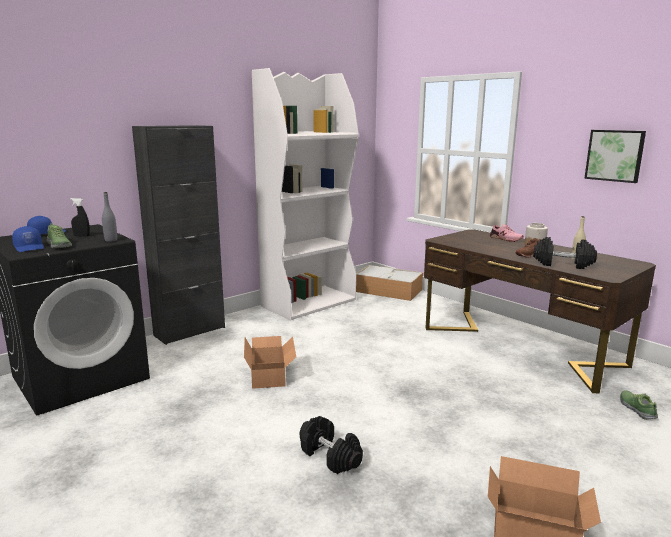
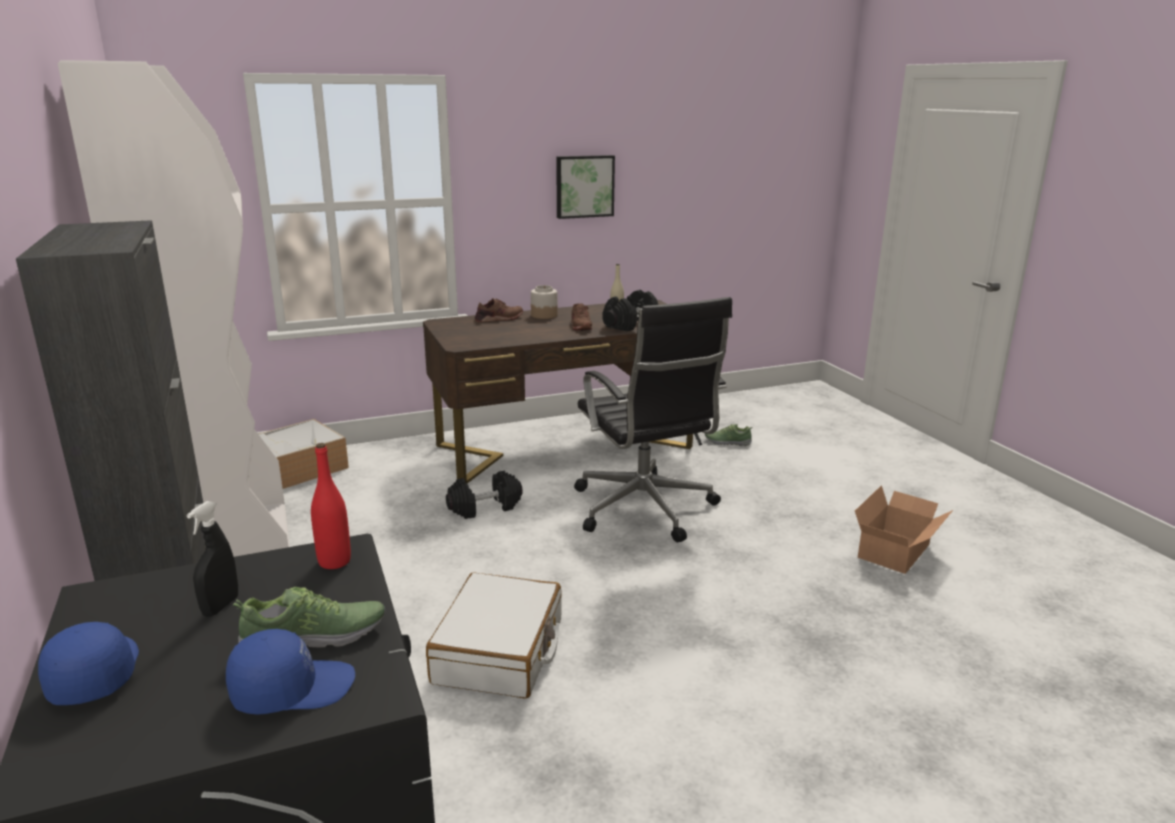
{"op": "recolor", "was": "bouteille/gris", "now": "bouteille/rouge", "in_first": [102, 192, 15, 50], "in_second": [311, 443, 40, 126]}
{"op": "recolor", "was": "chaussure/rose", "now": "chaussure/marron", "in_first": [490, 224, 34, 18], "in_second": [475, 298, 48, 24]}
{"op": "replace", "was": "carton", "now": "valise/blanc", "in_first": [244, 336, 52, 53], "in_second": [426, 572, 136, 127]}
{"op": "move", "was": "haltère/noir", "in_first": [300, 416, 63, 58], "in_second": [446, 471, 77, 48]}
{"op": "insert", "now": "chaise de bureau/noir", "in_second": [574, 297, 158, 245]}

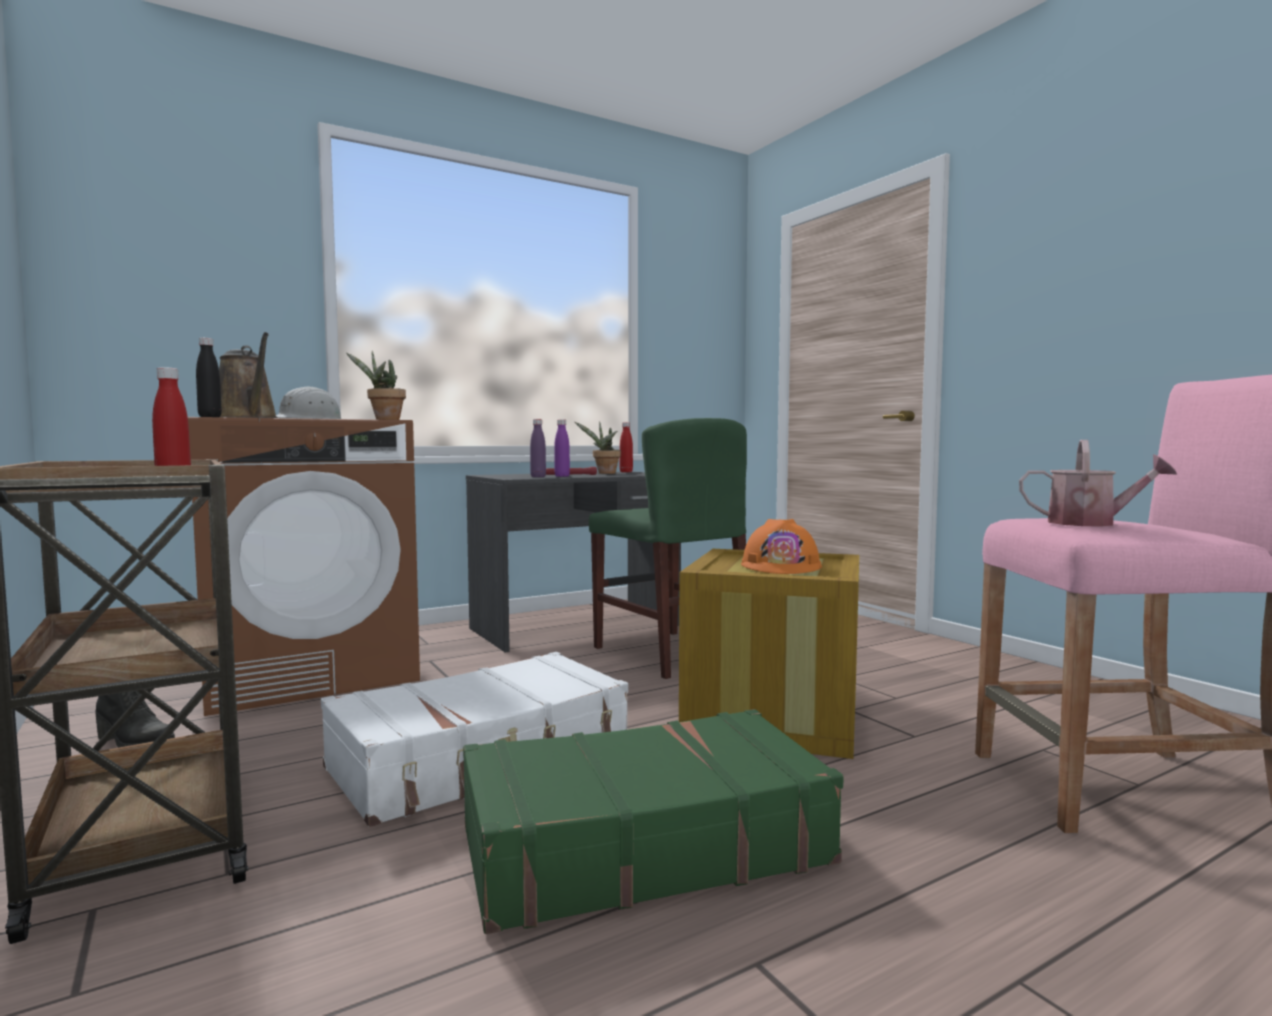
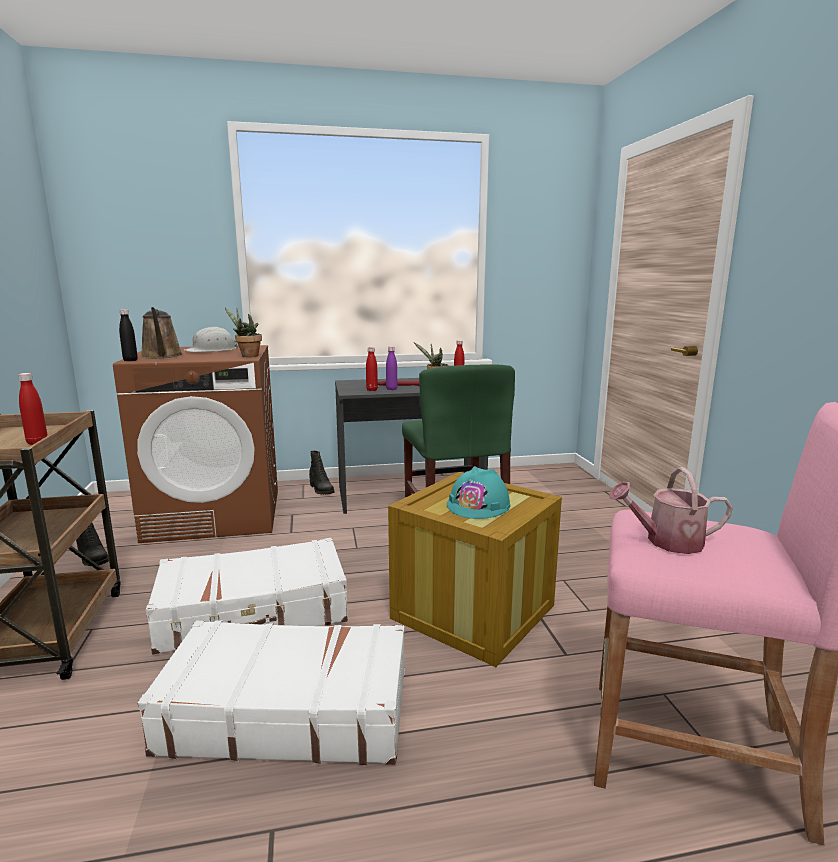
{"op": "recolor", "was": "bouteille/violet", "now": "bouteille/rouge", "in_first": [530, 419, 16, 58], "in_second": [366, 347, 12, 44]}
{"op": "rotate", "was": "arrosoir", "in_first": [1019, 440, 158, 87], "in_second": [609, 467, 124, 87], "clockwise": 135}
{"op": "recolor", "was": "casque de chantier/orange", "now": "casque de chantier/turquoise", "in_first": [741, 519, 81, 55], "in_second": [447, 466, 63, 53]}
{"op": "recolor", "was": "valise/vert", "now": "valise/blanc", "in_first": [463, 709, 381, 225], "in_second": [137, 620, 268, 145]}
{"op": "insert", "now": "botte/noir", "in_second": [309, 451, 25, 44]}

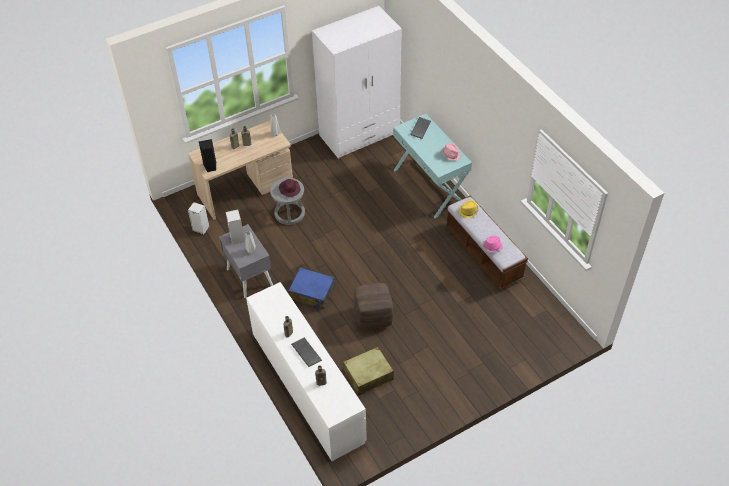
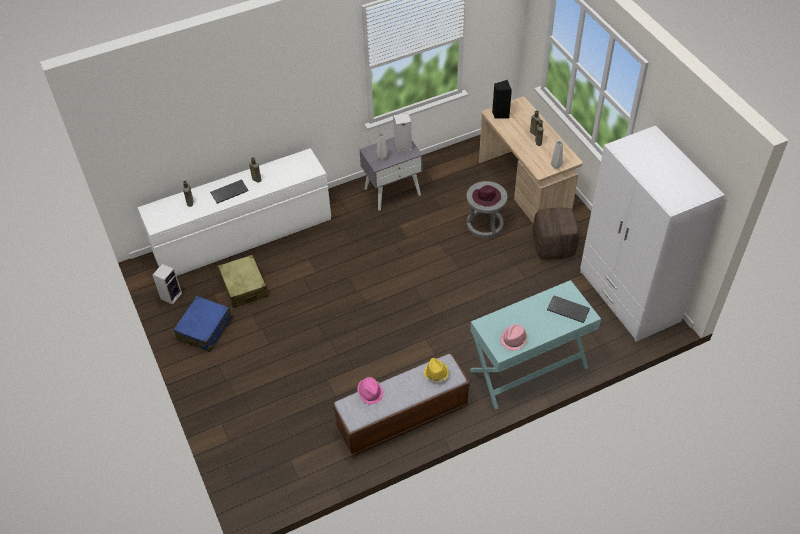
{"op": "move", "was": "enceinte", "in_first": [188, 202, 21, 33], "in_second": [152, 264, 30, 41]}
{"op": "move", "was": "valise/bleu", "in_first": [289, 267, 46, 42], "in_second": [173, 296, 59, 56]}
{"op": "move", "was": "pouf/marron", "in_first": [354, 283, 39, 47], "in_second": [533, 208, 46, 52]}

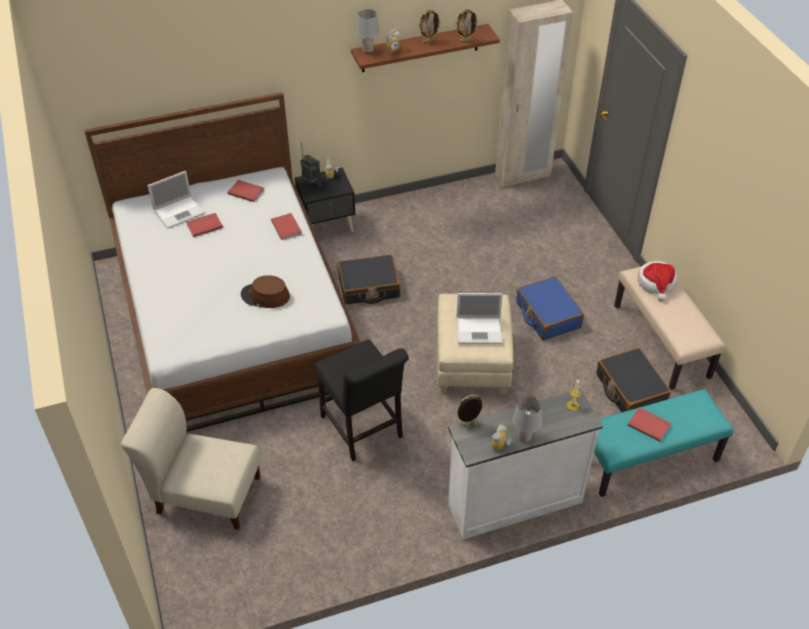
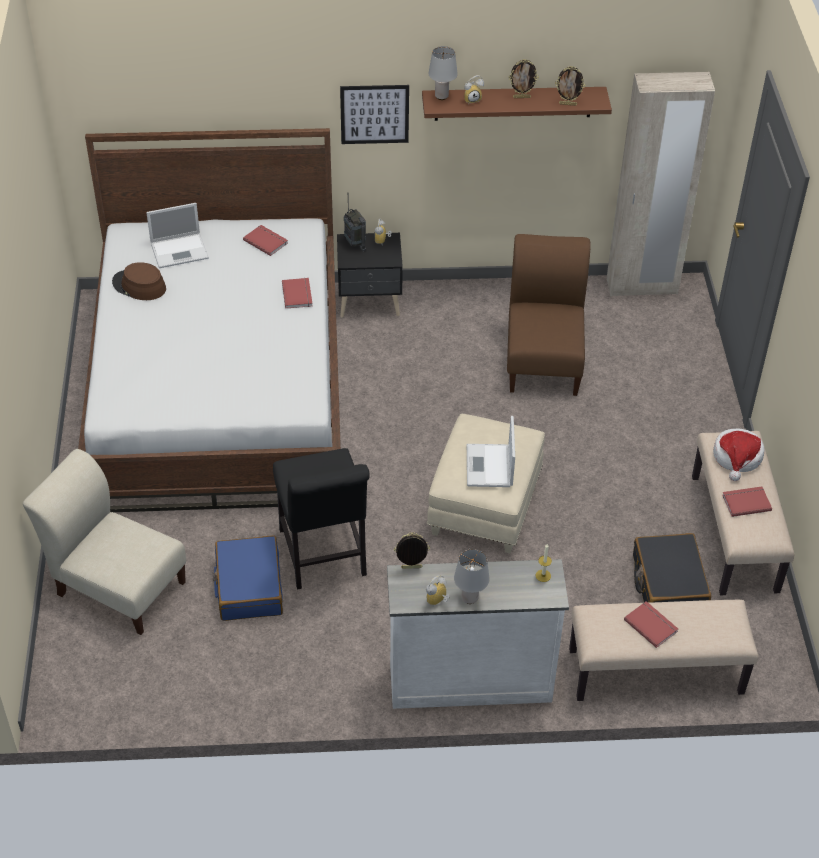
{"op": "move", "was": "livre/rouge", "in_first": [186, 213, 37, 24], "in_second": [722, 486, 50, 31]}
{"op": "delete", "was": "valise/noir", "in_first": [337, 255, 63, 50]}
{"op": "move", "was": "chapeau/marron", "in_first": [241, 275, 49, 33], "in_second": [112, 262, 54, 38]}
{"op": "move", "was": "valise/bleu", "in_first": [516, 276, 68, 64], "in_second": [213, 536, 70, 85]}
{"op": "rotate", "was": "ordinateur portable", "in_first": [457, 293, 46, 51], "in_second": [467, 416, 48, 71], "clockwise": 75}
{"op": "recolor", "was": "banc/turquoise", "now": "banc/beige", "in_first": [594, 389, 140, 108], "in_second": [569, 600, 189, 101]}
{"op": "insert", "now": "tableau", "in_second": [340, 85, 69, 59]}
{"op": "insert", "now": "chaise/marron", "in_second": [507, 234, 84, 162]}

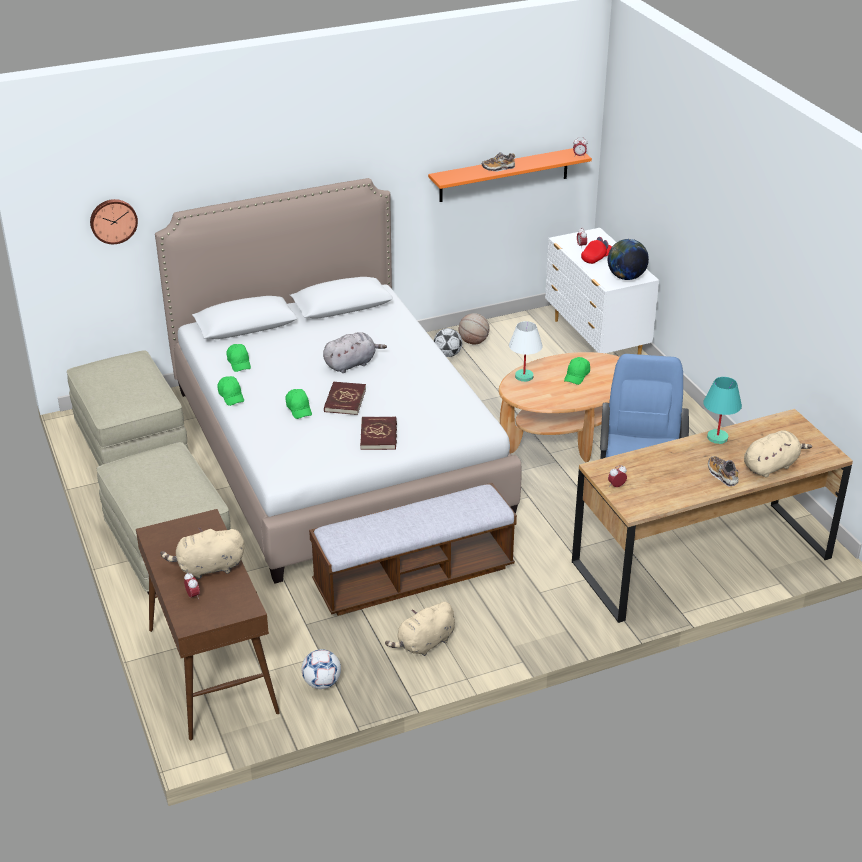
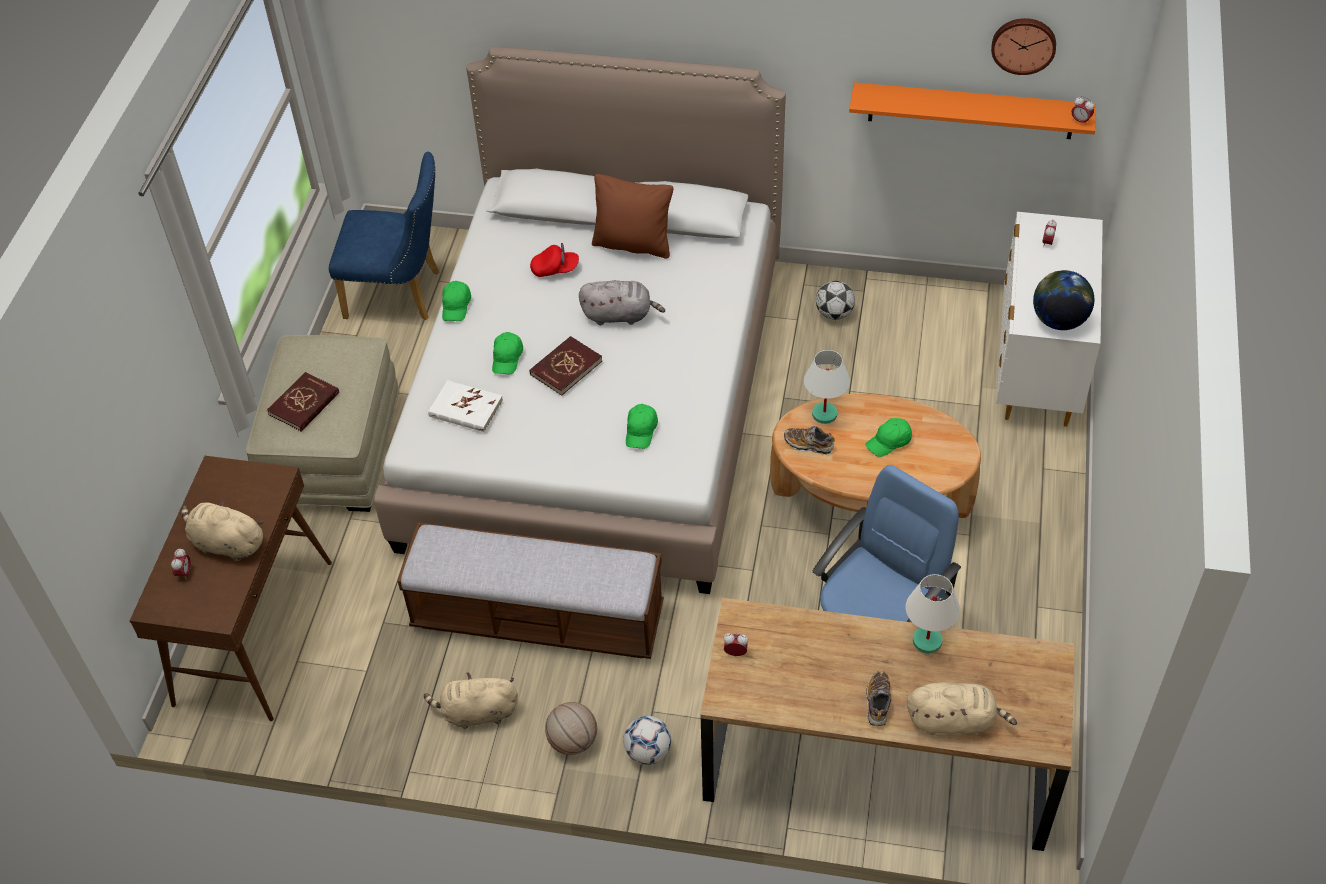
{"op": "move", "was": "chaussure", "in_first": [482, 152, 33, 19], "in_second": [784, 426, 51, 29]}
{"op": "move", "was": "horloge murale", "in_first": [90, 199, 48, 45], "in_second": [991, 18, 65, 57]}
{"op": "move", "was": "casquette/rouge", "in_first": [581, 237, 31, 27], "in_second": [530, 243, 49, 34]}
{"op": "move", "was": "ballon de basket", "in_first": [458, 313, 32, 32], "in_second": [545, 702, 52, 53]}
{"op": "move", "was": "casquette/vert", "in_first": [226, 344, 25, 28], "in_second": [626, 404, 32, 45]}
{"op": "replace", "was": "pouf/beige", "now": "chaise/bleu", "in_first": [67, 350, 121, 116], "in_second": [329, 152, 111, 168]}
{"op": "recolor", "was": "lampe de table/turquoise", "now": "lampe de table/blanc", "in_first": [703, 377, 39, 67], "in_second": [906, 574, 54, 79]}
{"op": "move", "was": "livre/rouge", "in_first": [360, 416, 37, 34], "in_second": [267, 372, 72, 59]}
{"op": "move", "was": "ballon de foot", "in_first": [301, 649, 40, 40], "in_second": [623, 716, 49, 49]}
{"op": "insert", "now": "coussin/marron", "in_second": [592, 174, 81, 85]}
{"op": "insert", "now": "livre/blanc", "in_second": [428, 380, 75, 52]}

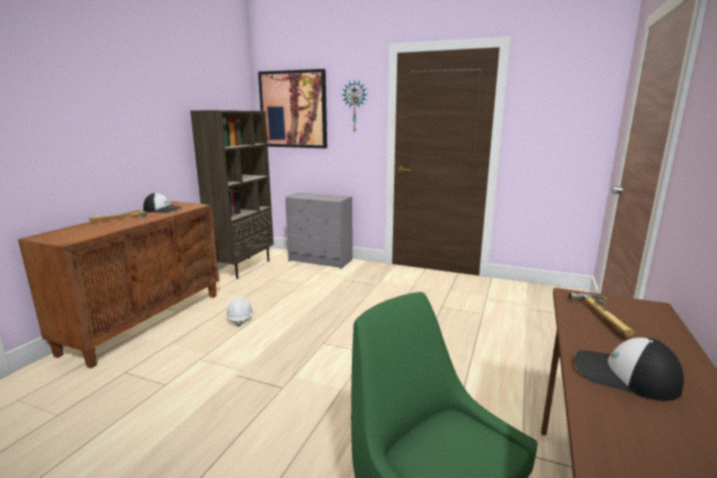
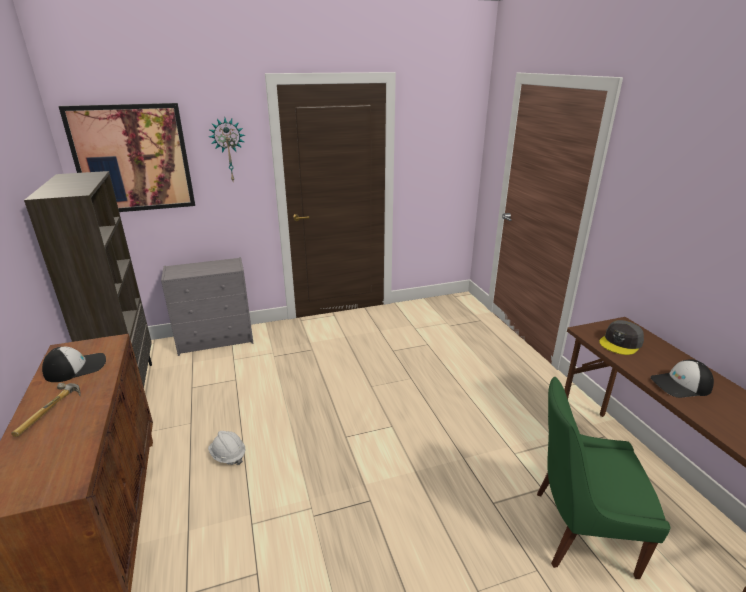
{"op": "replace", "was": "marteau", "now": "casquette/gris", "in_first": [568, 292, 66, 44], "in_second": [599, 320, 45, 35]}

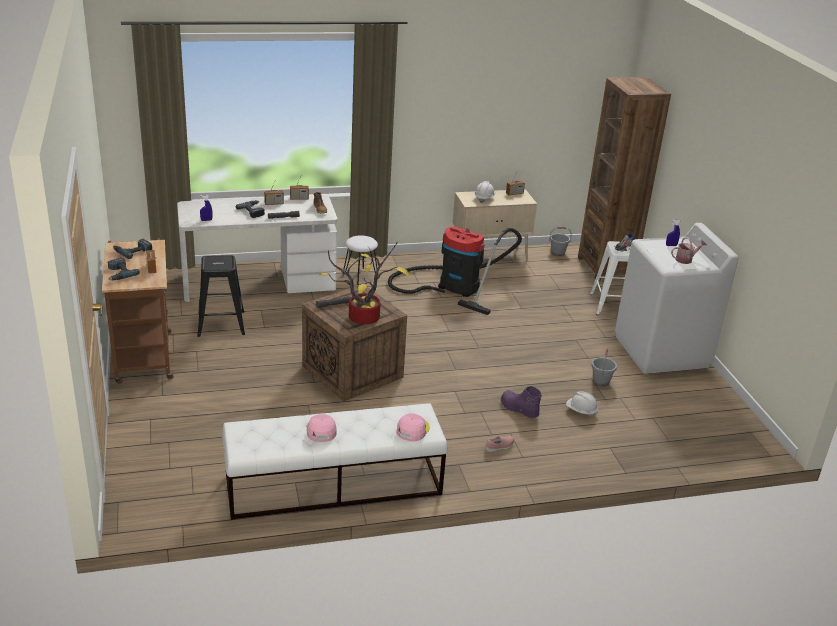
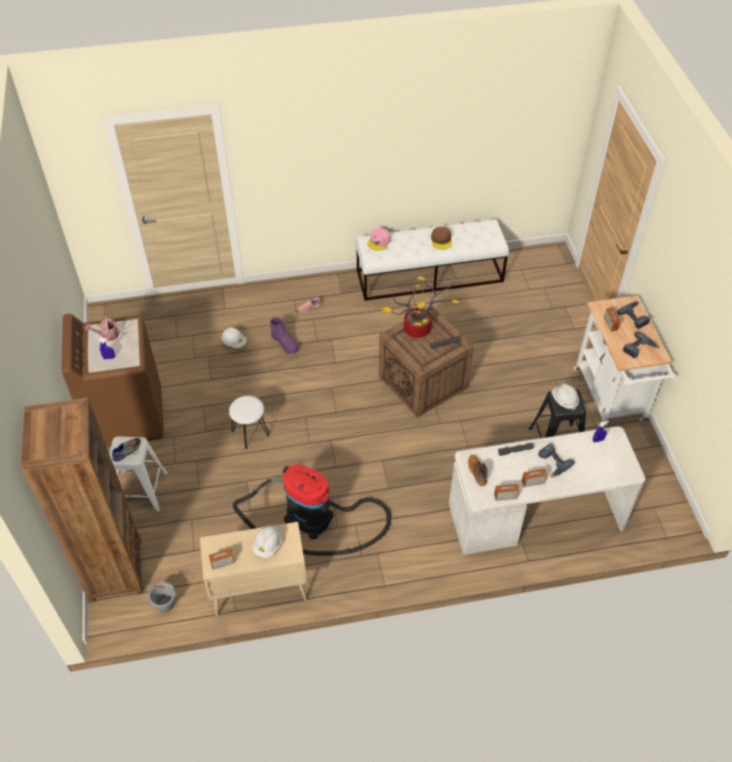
{"op": "recolor", "was": "lave-linge/blanc", "now": "lave-linge/marron", "in_first": [615, 223, 123, 151], "in_second": [61, 314, 103, 133]}
{"op": "move", "was": "tabouret/blanc", "in_first": [343, 235, 35, 50], "in_second": [229, 396, 40, 53]}
{"op": "recolor", "was": "chariot/marron", "now": "chariot/blanc", "in_first": [102, 238, 72, 146], "in_second": [573, 295, 103, 132]}
{"op": "delete", "was": "seau/gris", "in_first": [592, 349, 25, 37]}
{"op": "recolor", "was": "casquette/rose", "now": "casquette/marron", "in_first": [307, 414, 30, 28], "in_second": [431, 227, 21, 23]}
{"op": "insert", "now": "casque de chantier/blanc", "in_second": [552, 384, 27, 27]}

